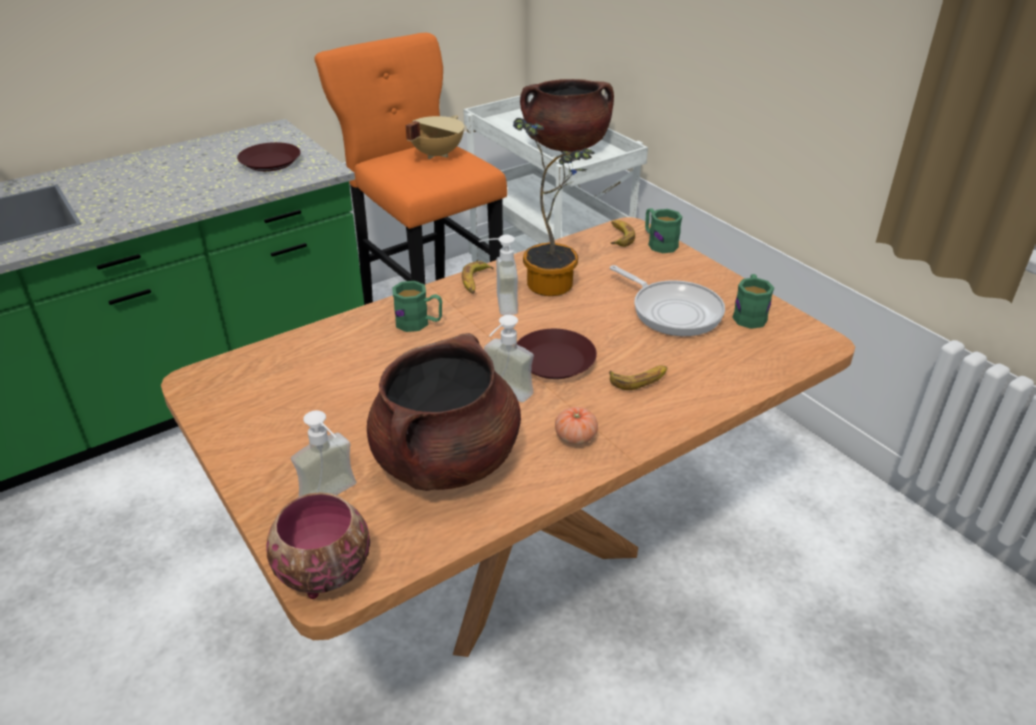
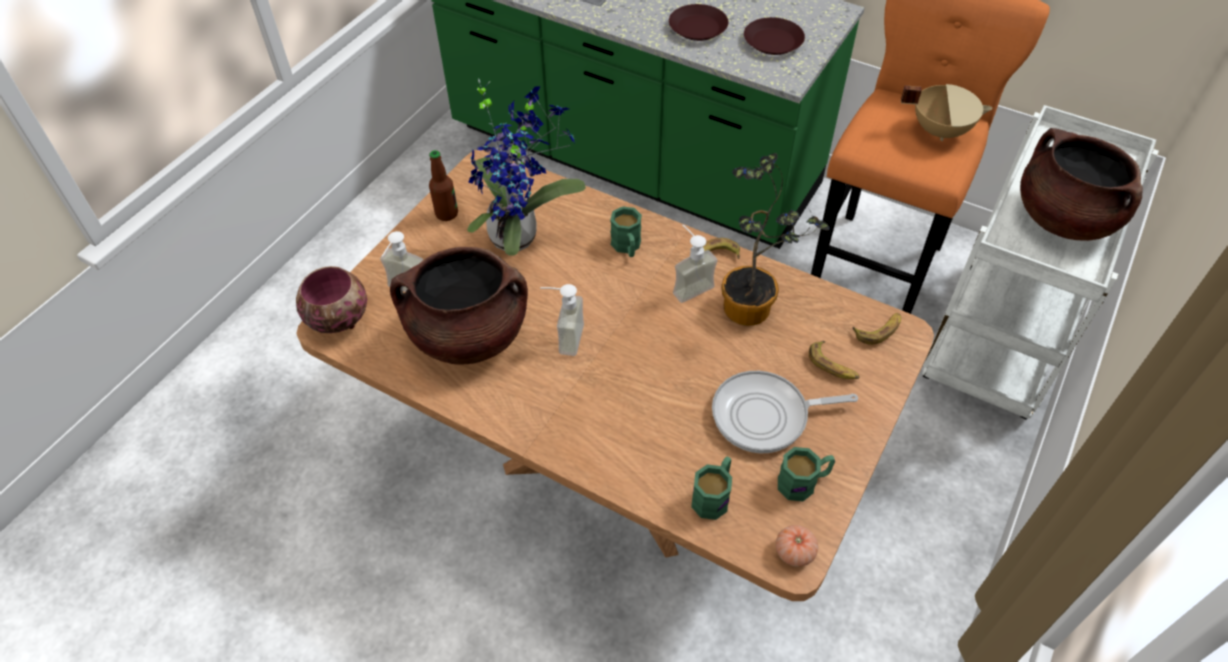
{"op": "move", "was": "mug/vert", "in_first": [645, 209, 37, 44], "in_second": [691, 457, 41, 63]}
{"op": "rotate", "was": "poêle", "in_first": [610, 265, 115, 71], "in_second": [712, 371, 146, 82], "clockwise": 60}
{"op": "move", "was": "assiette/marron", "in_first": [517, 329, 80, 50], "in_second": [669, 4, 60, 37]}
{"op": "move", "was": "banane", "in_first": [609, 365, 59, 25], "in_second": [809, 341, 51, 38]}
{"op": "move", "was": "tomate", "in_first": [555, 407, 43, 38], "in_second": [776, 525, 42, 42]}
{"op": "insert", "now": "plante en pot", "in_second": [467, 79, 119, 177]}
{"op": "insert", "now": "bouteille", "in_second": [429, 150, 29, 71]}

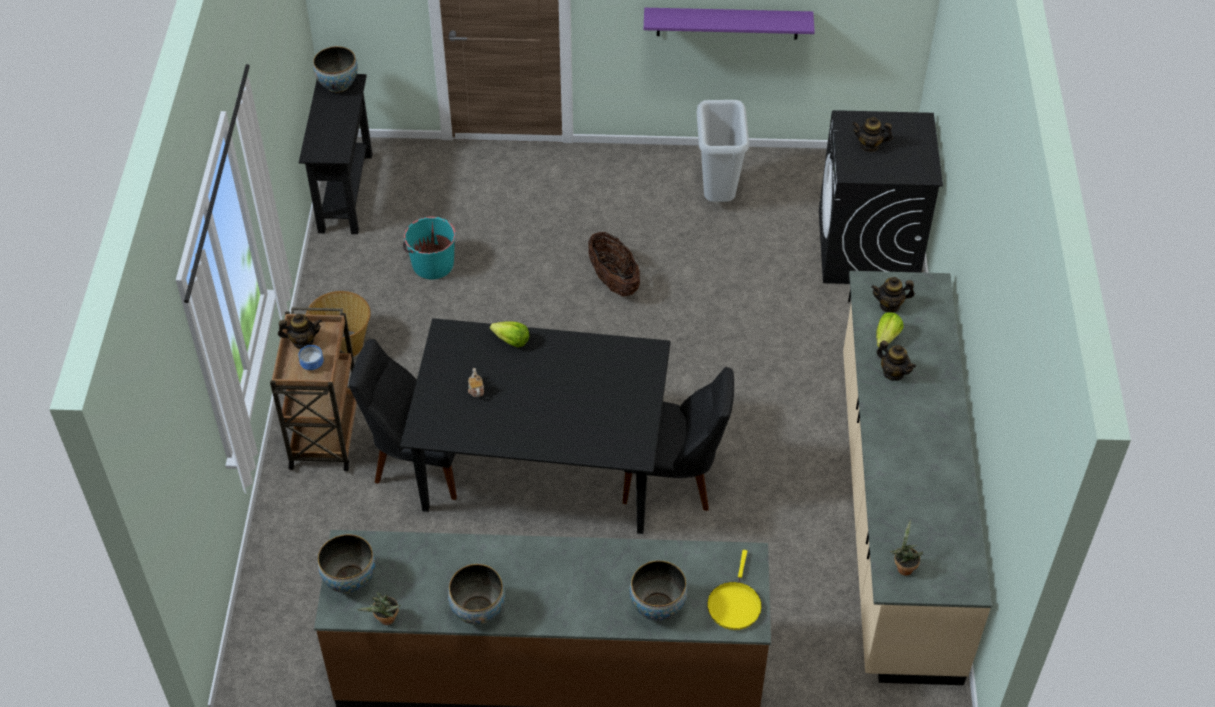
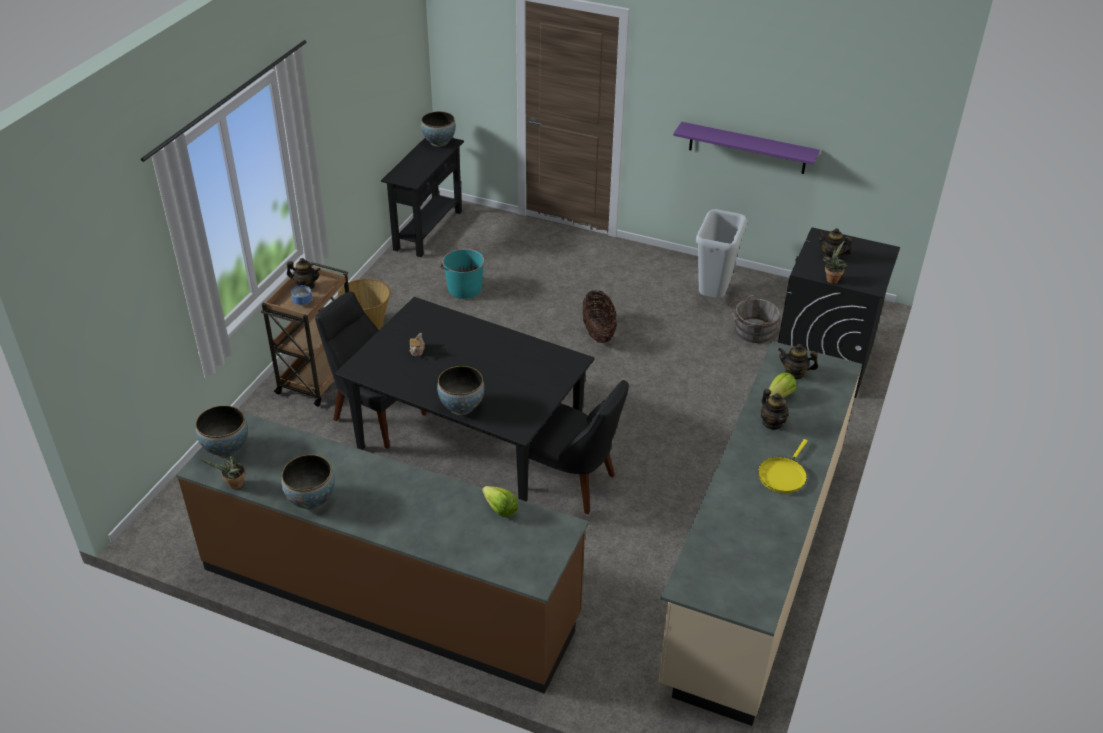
{"op": "move", "was": "laitue", "in_first": [490, 321, 40, 26], "in_second": [482, 486, 36, 31]}
{"op": "move", "was": "plante en pot", "in_first": [890, 519, 33, 57], "in_second": [823, 241, 24, 43]}
{"op": "move", "was": "poêle/jaune", "in_first": [707, 550, 55, 80], "in_second": [758, 439, 50, 54]}
{"op": "move", "was": "bol", "in_first": [630, 561, 57, 60], "in_second": [437, 366, 47, 49]}
{"op": "insert", "now": "seau/gris", "in_second": [730, 295, 50, 48]}

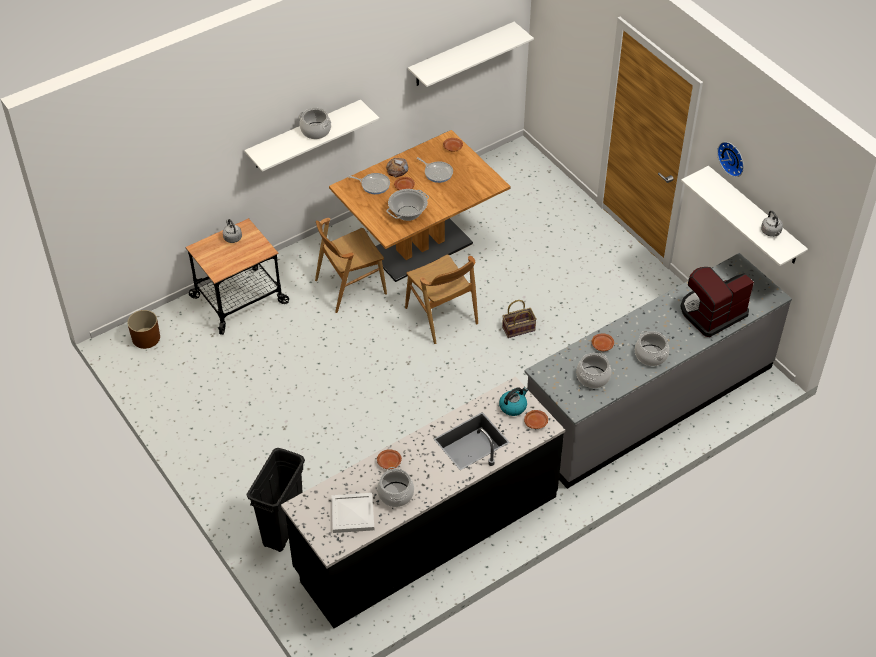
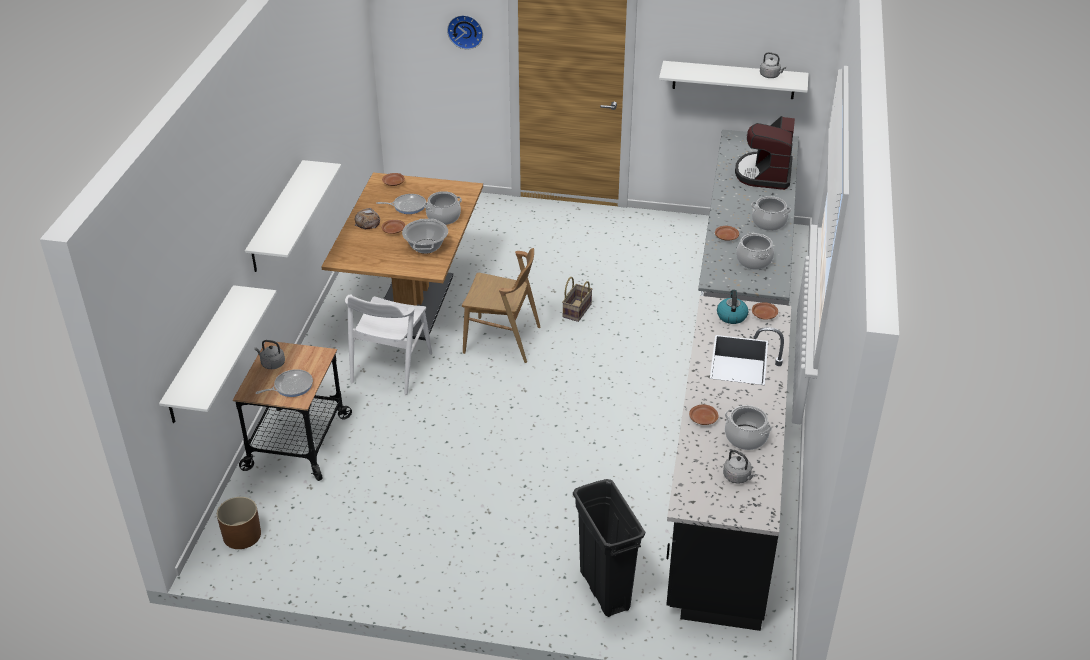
{"op": "move", "was": "étagère/blanc", "in_first": [408, 22, 126, 65], "in_second": [159, 285, 118, 138]}
{"op": "move", "was": "marmite", "in_first": [299, 108, 32, 31], "in_second": [424, 191, 38, 34]}
{"op": "move", "was": "horloge murale", "in_first": [717, 142, 27, 35], "in_second": [447, 15, 36, 35]}
{"op": "move", "was": "poêle", "in_first": [348, 173, 42, 21], "in_second": [256, 369, 57, 28]}
{"op": "recolor", "was": "chaise/marron", "now": "chaise/blanc", "in_first": [315, 218, 72, 95], "in_second": [345, 294, 87, 101]}
{"op": "replace", "was": "plateau/blanc", "now": "bouilloire/gris", "in_first": [331, 493, 43, 40], "in_second": [723, 450, 33, 34]}

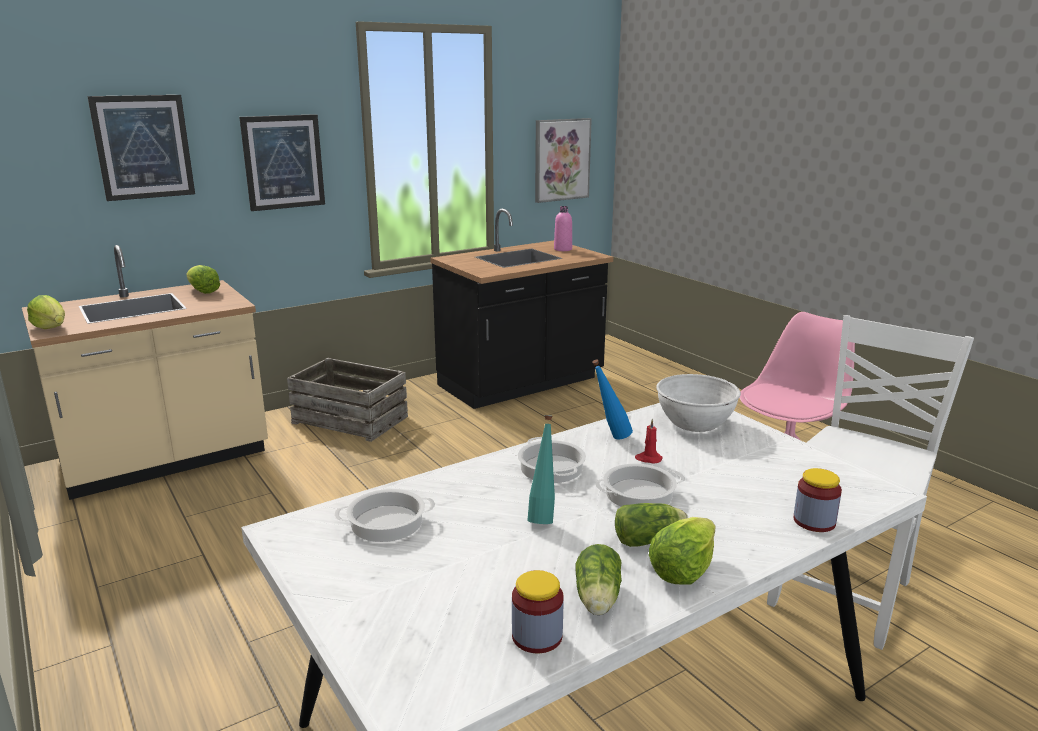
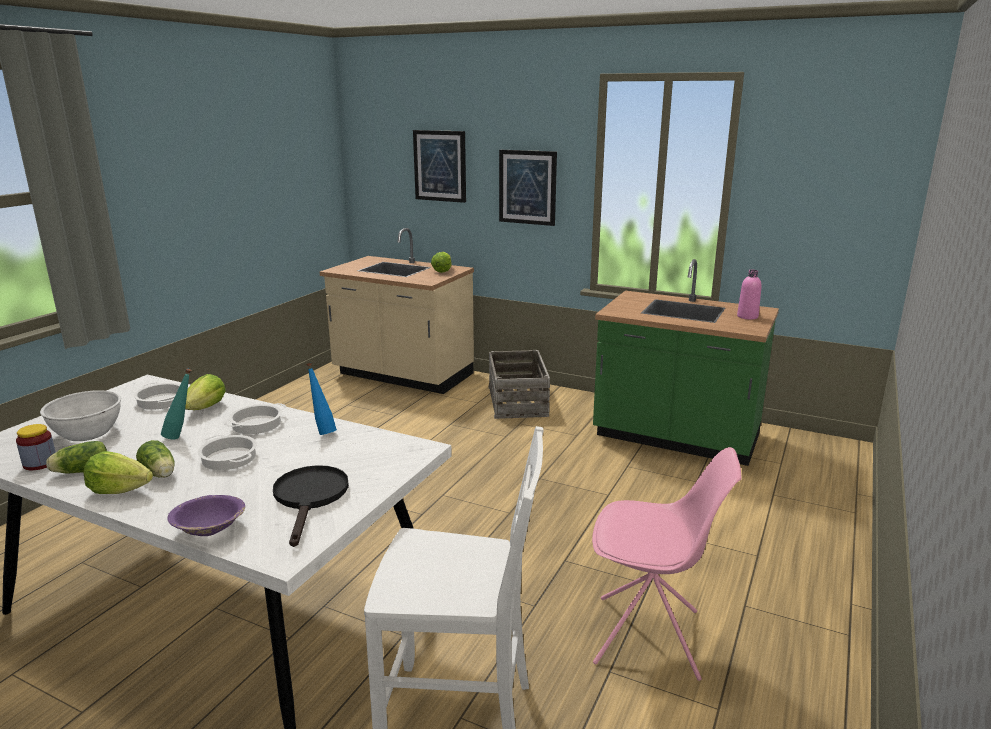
{"op": "delete", "was": "tableau", "in_first": [535, 118, 57, 85]}
{"op": "recolor", "was": "comptoir de cuisine/noir", "now": "comptoir de cuisine/vert", "in_first": [430, 209, 183, 200], "in_second": [593, 259, 186, 207]}
{"op": "move", "was": "laitue", "in_first": [27, 295, 38, 34], "in_second": [185, 374, 41, 36]}
{"op": "move", "was": "bol/blanc", "in_first": [656, 374, 85, 58], "in_second": [40, 390, 81, 51]}
{"op": "delete", "was": "bougie/rouge", "in_first": [635, 419, 28, 44]}
{"op": "replace", "was": "bocal", "now": "bol/violet", "in_first": [793, 468, 49, 64], "in_second": [167, 495, 78, 41]}
{"op": "insert", "now": "poêle/noir", "in_second": [273, 465, 76, 82]}

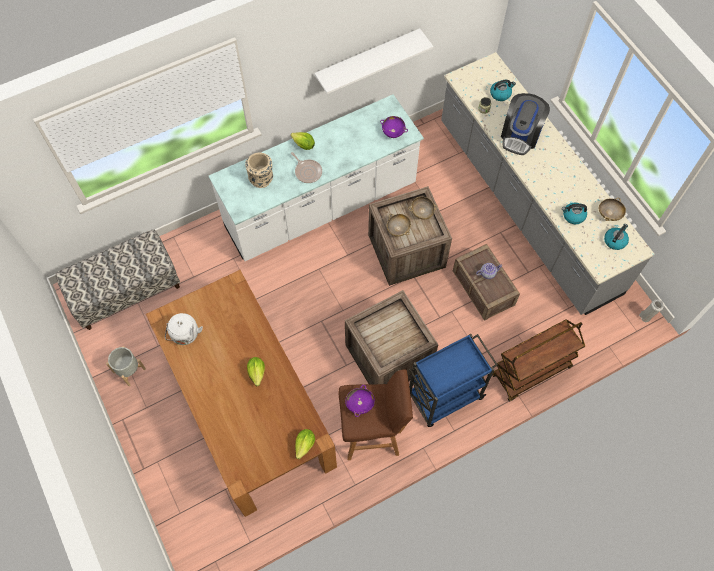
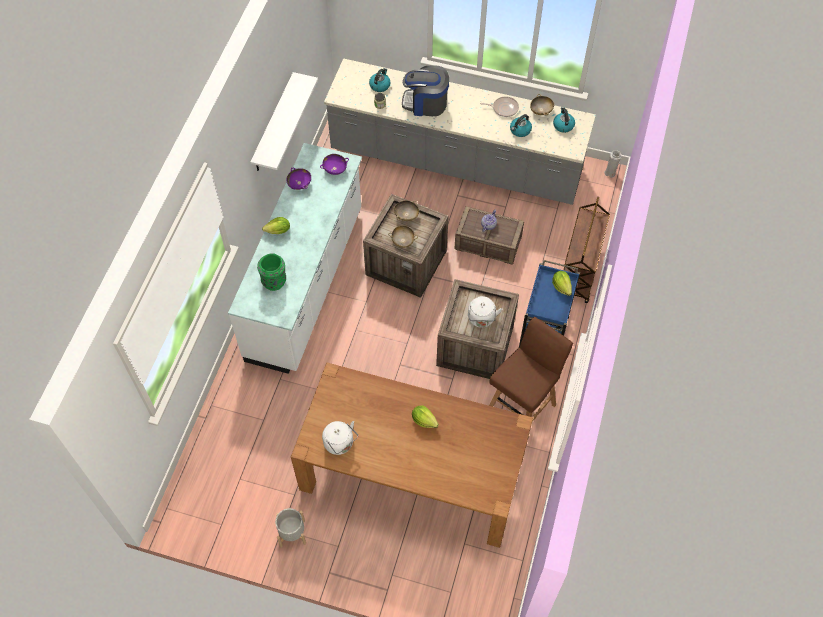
{"op": "rotate", "was": "machine à café", "in_first": [501, 93, 49, 62], "in_second": [402, 65, 47, 51], "clockwise": 120}
{"op": "recolor", "was": "vase/beige", "now": "vase/vert", "in_first": [245, 152, 28, 36], "in_second": [257, 253, 29, 38]}
{"op": "move", "was": "poêle", "in_first": [291, 152, 31, 31], "in_second": [480, 96, 39, 21]}
{"op": "delete", "was": "banc", "in_first": [55, 230, 125, 100]}
{"op": "move", "was": "bol/violet", "in_first": [345, 385, 30, 32], "in_second": [287, 168, 24, 22]}
{"op": "move", "was": "laitue", "in_first": [295, 429, 20, 30], "in_second": [552, 271, 20, 25]}
{"op": "insert", "now": "bouilloire/blanc", "in_second": [468, 296, 34, 32]}

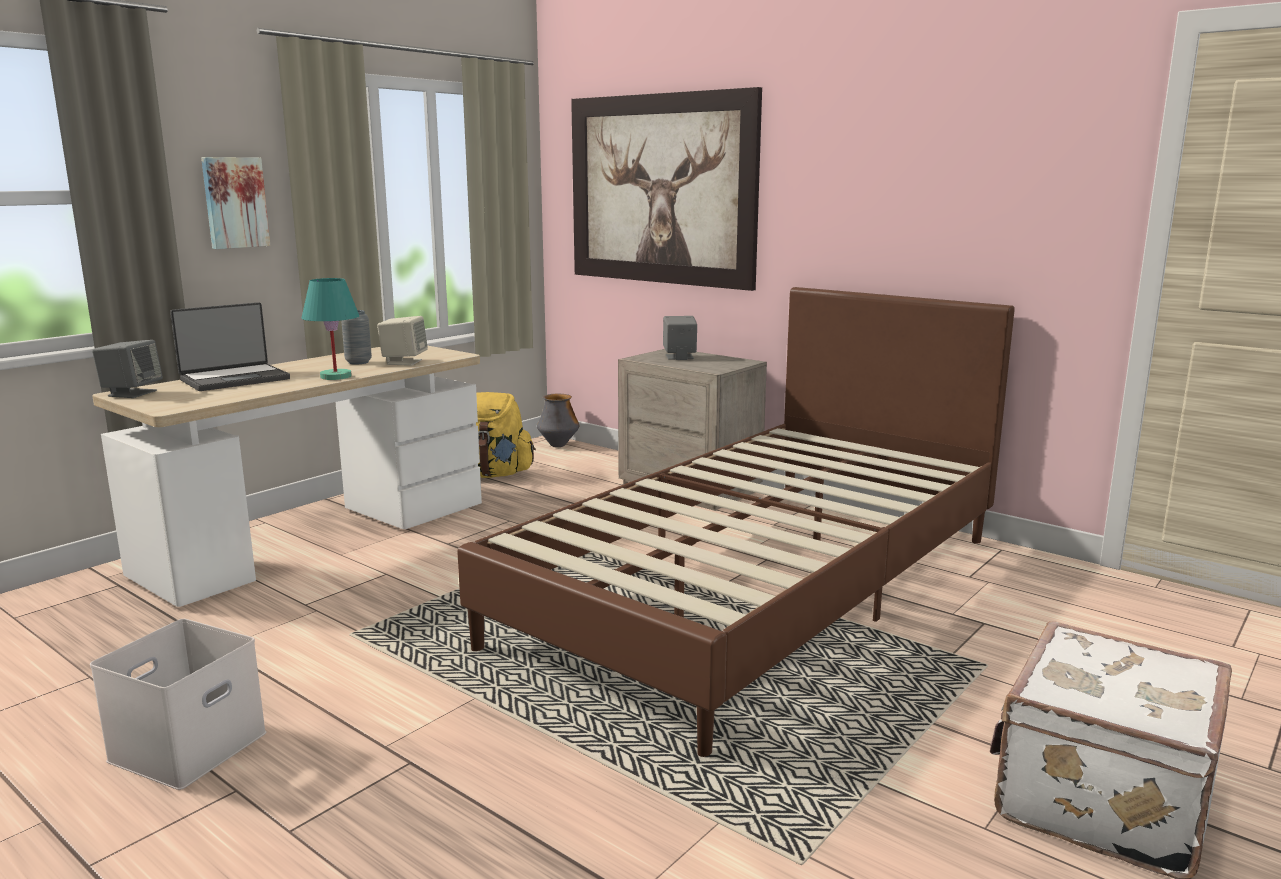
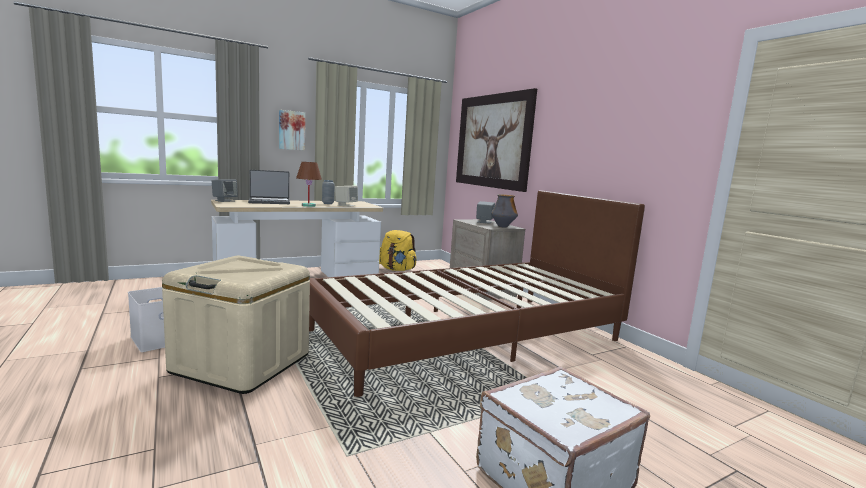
{"op": "recolor", "was": "lampe de table/turquoise", "now": "lampe de table/marron", "in_first": [301, 278, 58, 102], "in_second": [296, 162, 26, 45]}
{"op": "move", "was": "vase", "in_first": [537, 394, 42, 53], "in_second": [491, 194, 27, 33]}
{"op": "insert", "now": "boîte de rangement/beige", "in_second": [162, 255, 148, 139]}

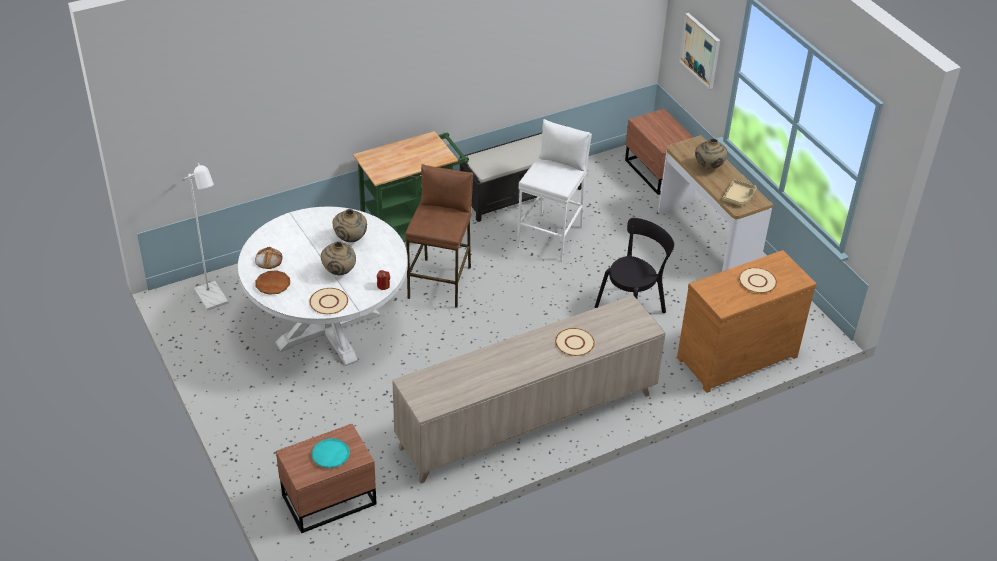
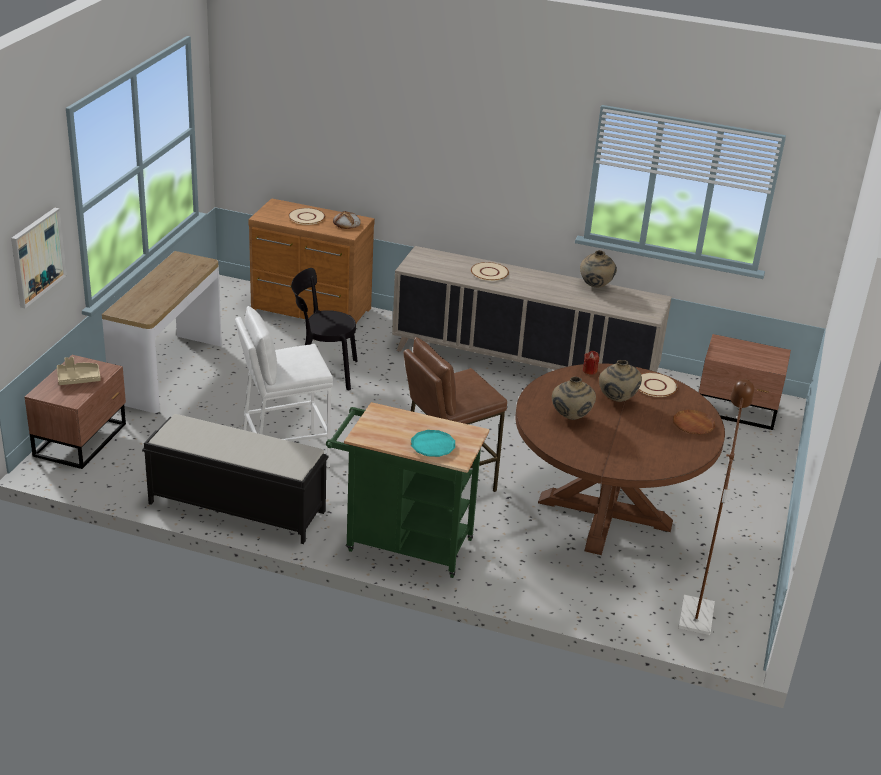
{"op": "move", "was": "vase/beige", "in_first": [695, 138, 33, 31], "in_second": [580, 250, 37, 38]}
{"op": "recolor", "was": "lampadaire/blanc", "now": "lampadaire/marron", "in_first": [182, 163, 46, 148], "in_second": [678, 379, 76, 256]}
{"op": "move", "was": "plateau/beige", "in_first": [722, 179, 35, 27], "in_second": [57, 357, 44, 28]}
{"op": "recolor", "was": "table à manger/blanc", "now": "table à manger/marron", "in_first": [238, 207, 170, 159], "in_second": [515, 363, 210, 192]}
{"op": "move", "was": "pain", "in_first": [255, 247, 28, 22], "in_second": [333, 211, 28, 18]}
{"op": "move", "was": "assiette/turquoise", "in_first": [311, 438, 39, 30], "in_second": [411, 430, 44, 27]}

